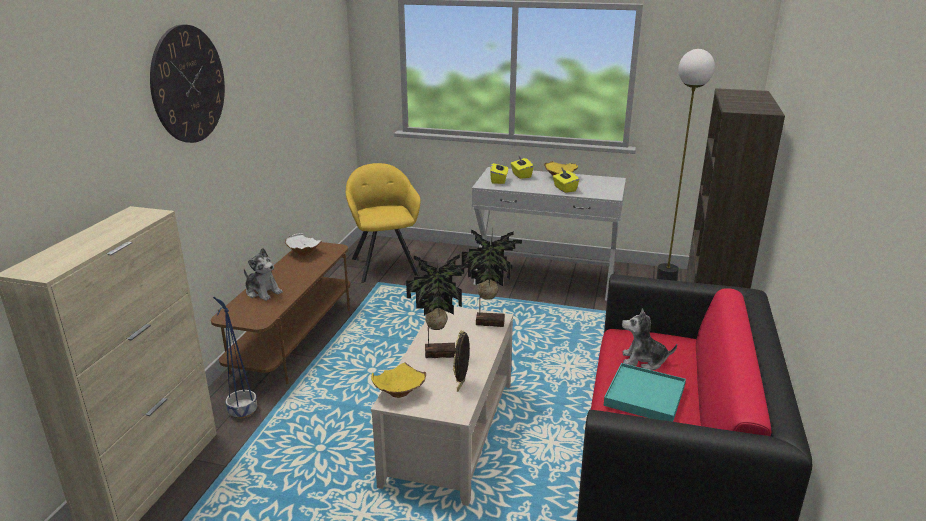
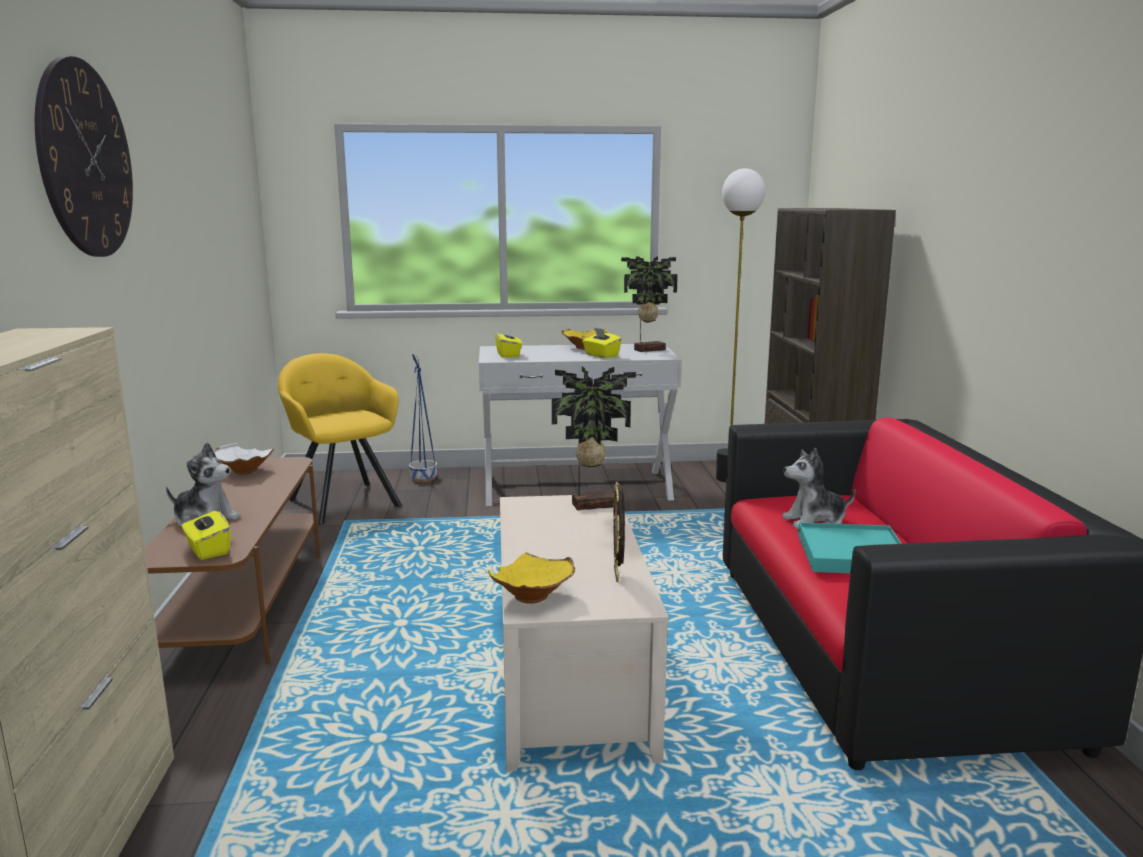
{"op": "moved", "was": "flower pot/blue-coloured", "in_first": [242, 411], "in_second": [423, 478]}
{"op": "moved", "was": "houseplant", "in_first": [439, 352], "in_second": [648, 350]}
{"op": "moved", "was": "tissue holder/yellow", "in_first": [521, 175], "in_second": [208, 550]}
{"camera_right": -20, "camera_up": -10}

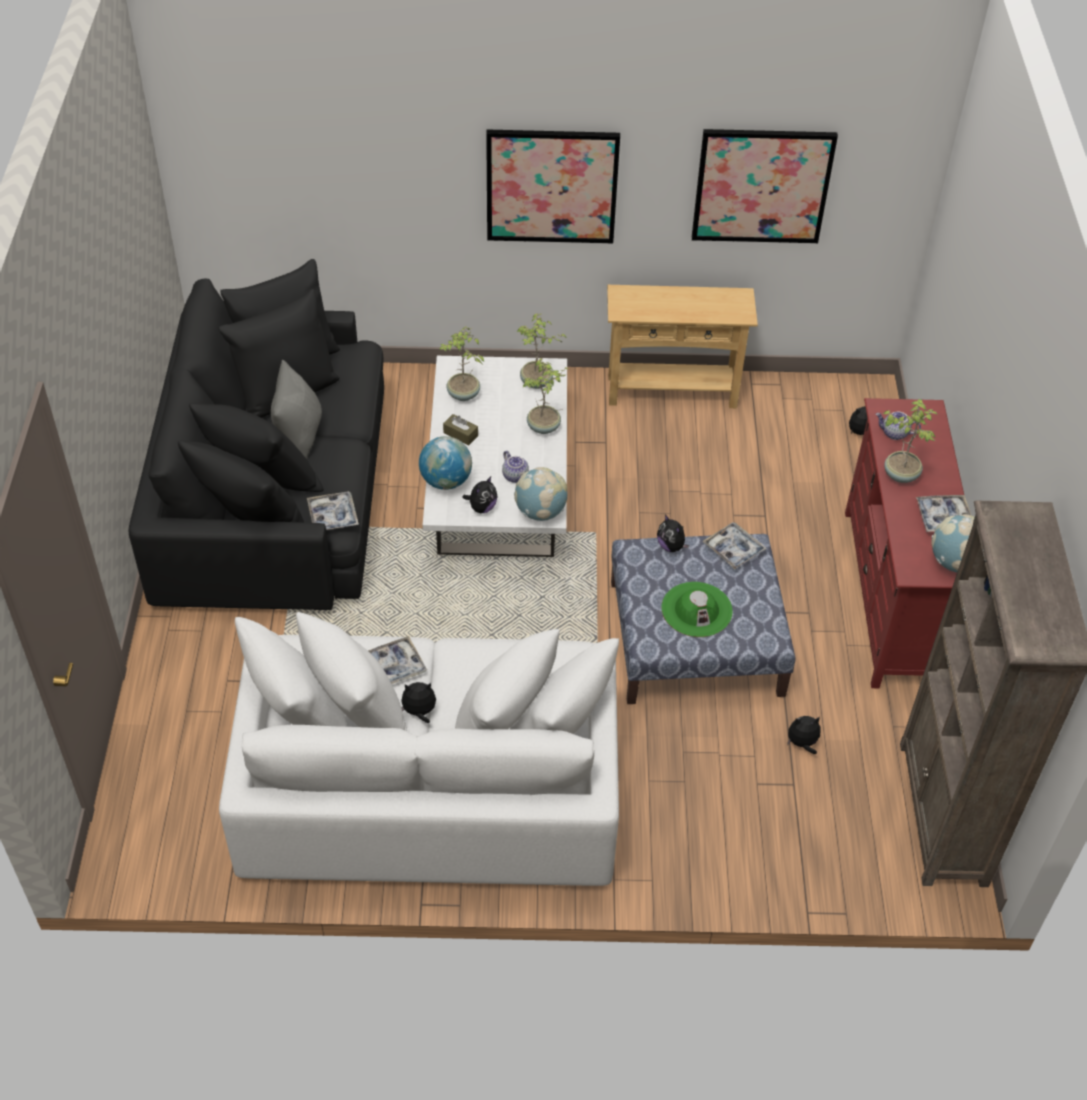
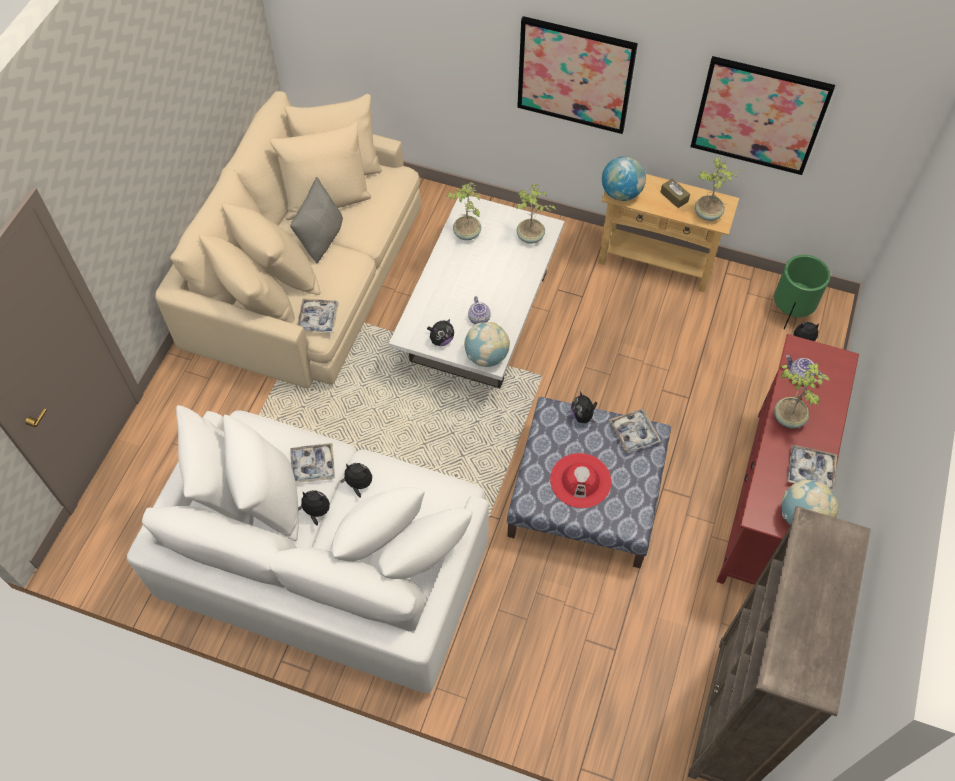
{"op": "added", "now": "flower pot/green-coloured", "in_second": [790, 311]}
{"op": "moved", "was": "globe", "in_first": [446, 481], "in_second": [621, 193]}
{"op": "moved", "was": "tissue holder/brown", "in_first": [460, 434], "in_second": [674, 197]}
{"op": "moved", "was": "houseplant", "in_first": [544, 427], "in_second": [708, 214]}
{"op": "moved", "was": "cuddly toy", "in_first": [802, 743], "in_second": [358, 484]}
{"op": "recoloured", "was": "couch/black", "now": "couch/beige", "in_first": [273, 493], "in_second": [305, 274]}
{"op": "recoloured", "was": "wearable hat/green-coloured", "now": "wearable hat/red", "in_first": [696, 610], "in_second": [580, 480]}
{"camera_right": 20, "camera_up": 10}

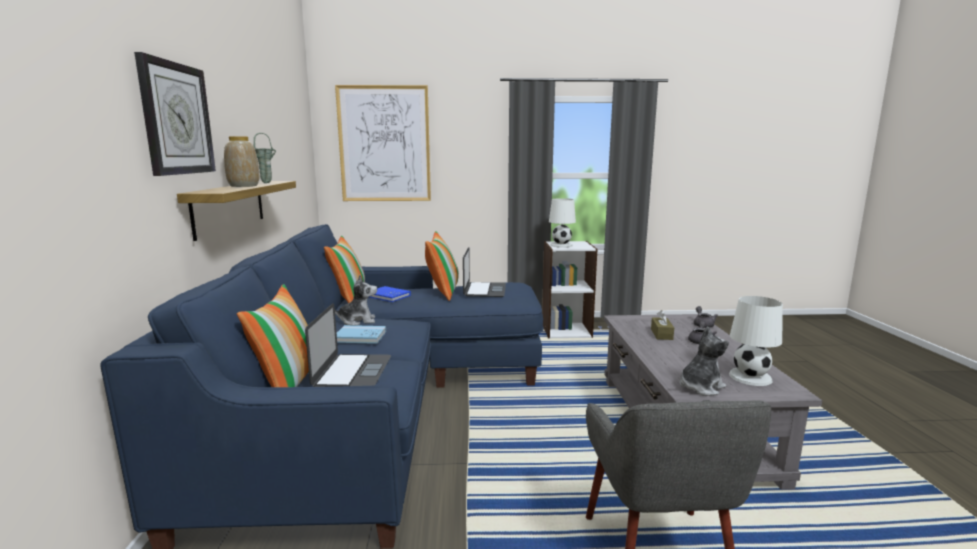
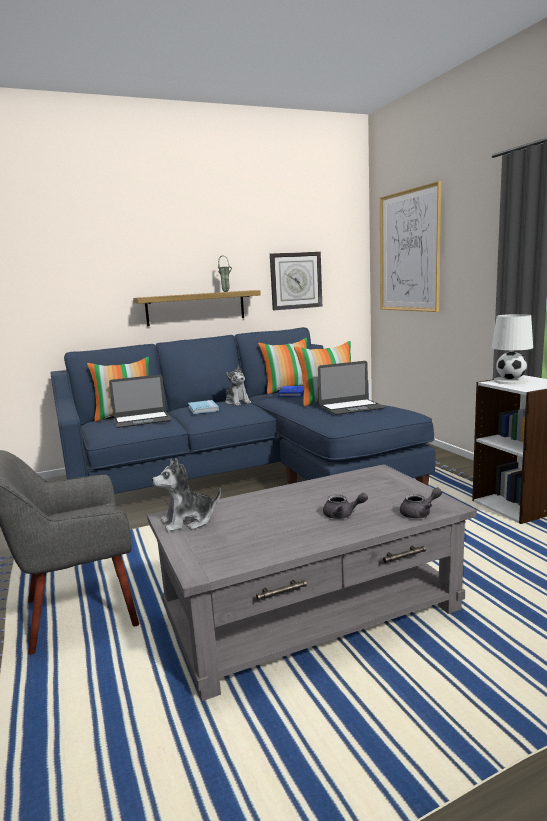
{"op": "removed", "was": "vase", "in_first": [244, 186]}
{"op": "removed", "was": "tissue holder/brown", "in_first": [661, 334]}
{"op": "removed", "was": "lamp for a table/white-coloured", "in_first": [750, 377]}
{"op": "moved", "was": "hanging clock", "in_first": [176, 119], "in_second": [296, 280]}
{"op": "turned", "was": "cuddly toy", "in_first": [700, 387], "in_second": [188, 521], "clockwise": 120}
{"camera_right": 70, "camera_up": 0}

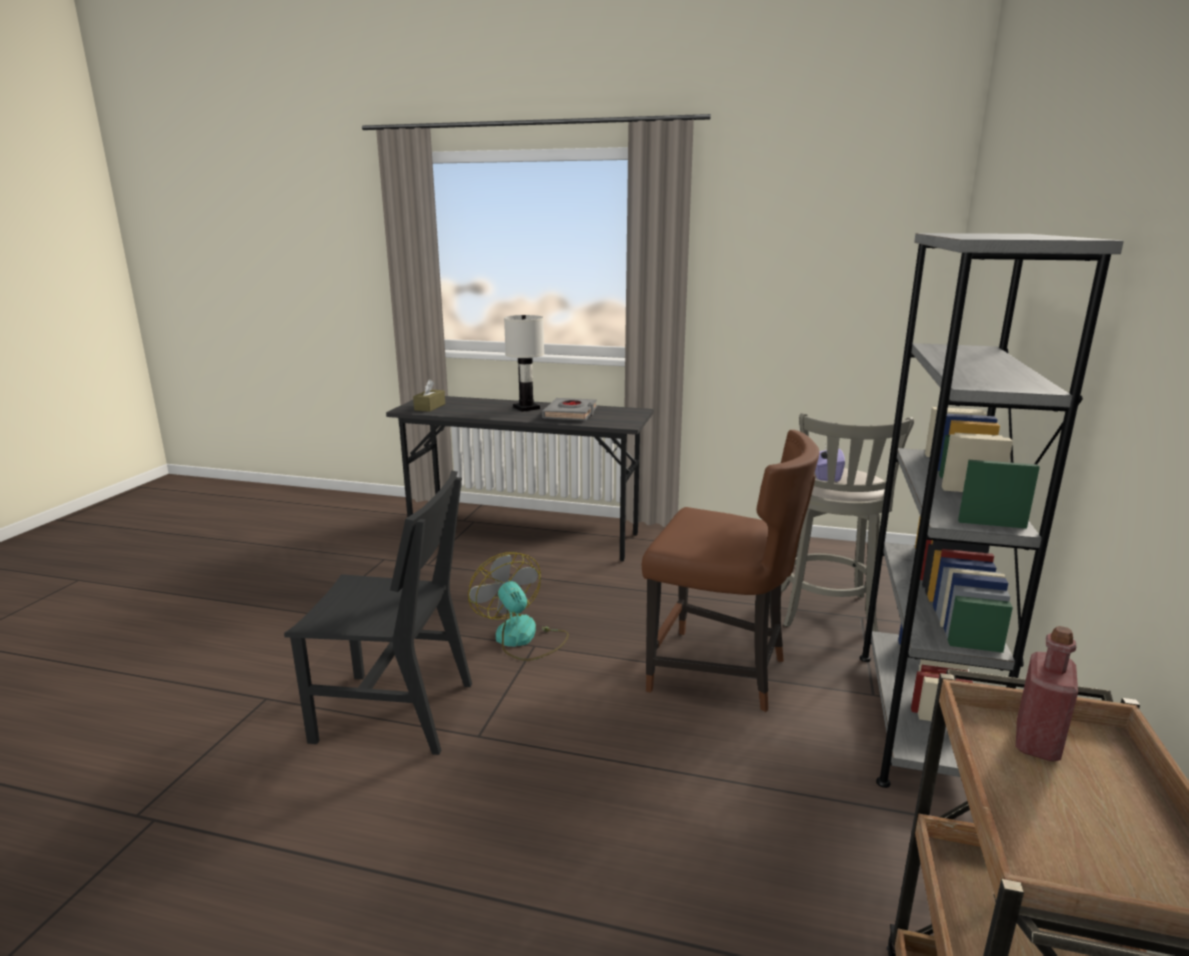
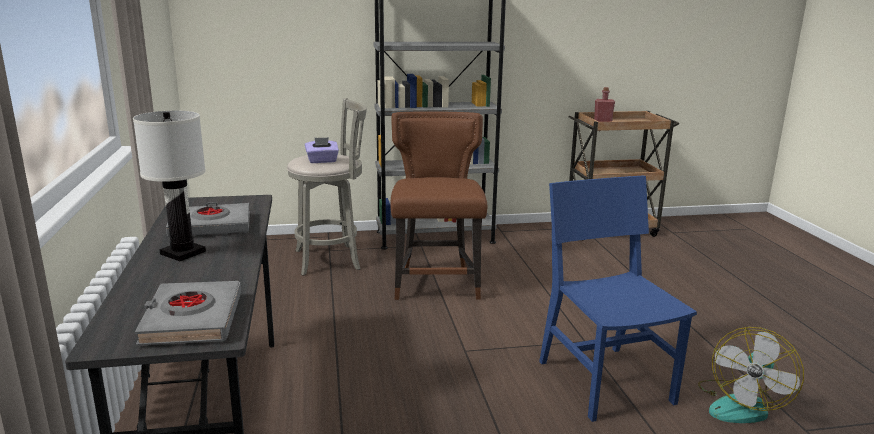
{"op": "moved", "was": "cooling fan", "in_first": [522, 639], "in_second": [741, 404]}
{"op": "replaced", "was": "tissue holder/brown", "now": "book/greyish", "in_first": [430, 407], "in_second": [192, 320]}
{"op": "recoloured", "was": "plain chair/black", "now": "plain chair/blue-coloured", "in_first": [394, 712], "in_second": [605, 381]}
{"camera_right": -115, "camera_up": 0}

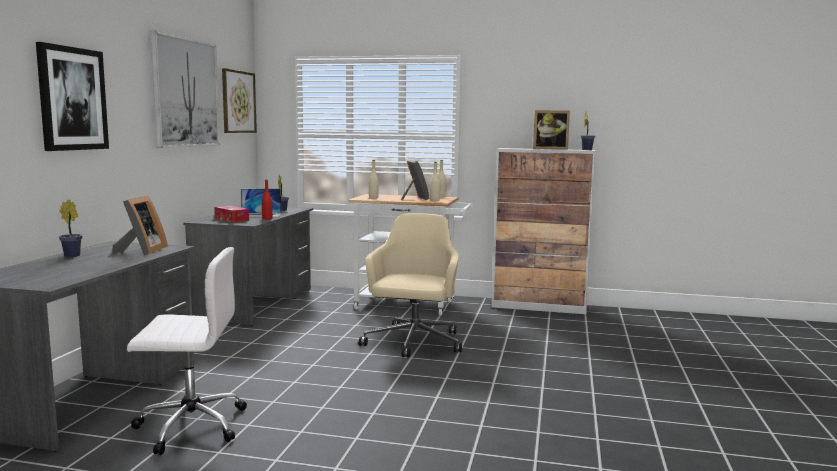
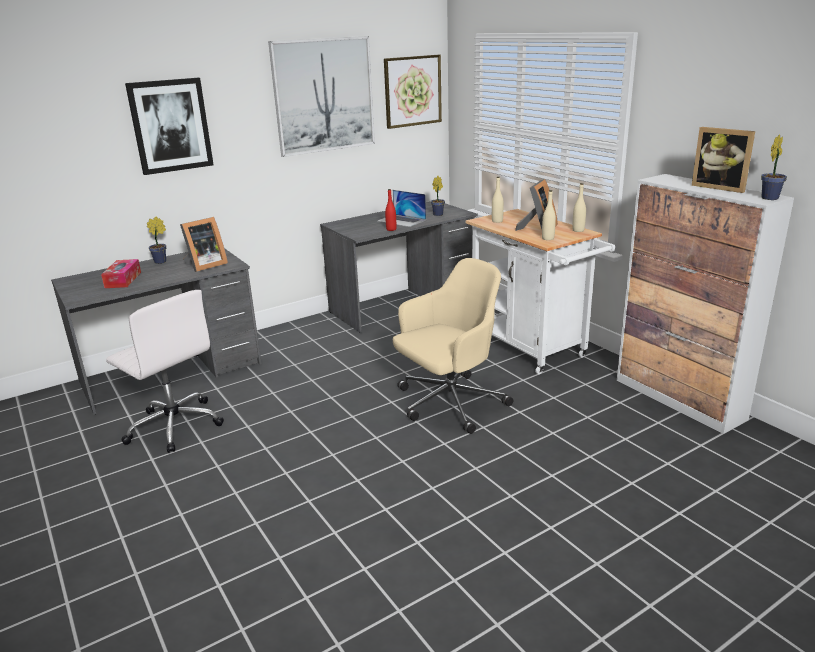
{"op": "moved", "was": "tissue holder", "in_first": [231, 219], "in_second": [123, 280]}
{"camera_right": 45, "camera_up": 15}

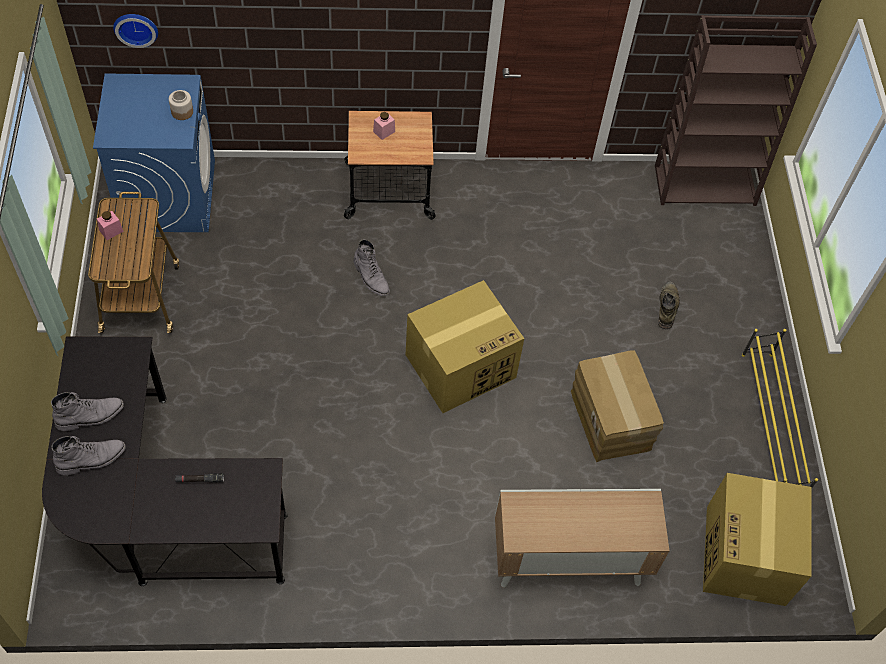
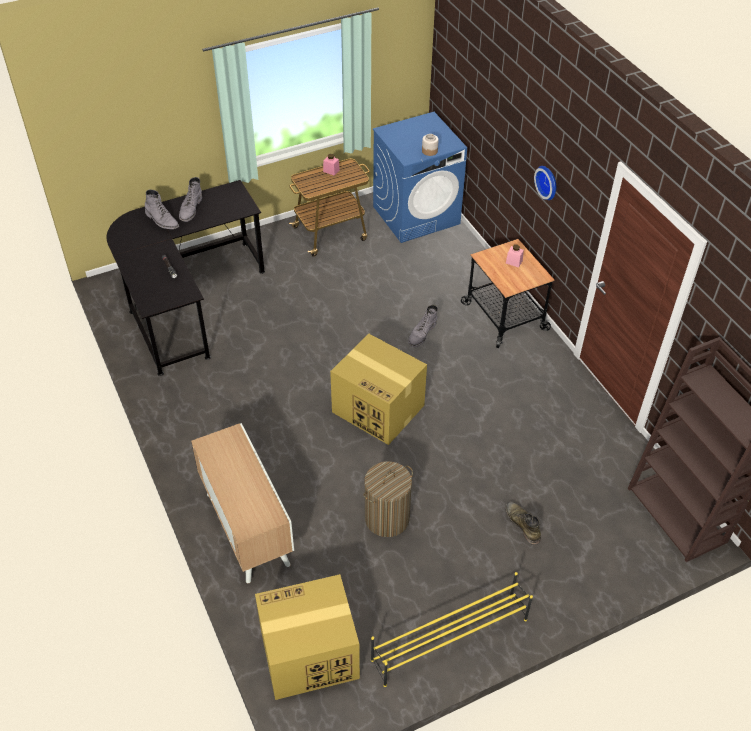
{"op": "moved", "was": "hanging clock", "in_first": [136, 27], "in_second": [548, 182]}
{"op": "replaced", "was": "carton", "now": "washing basket", "in_first": [611, 419], "in_second": [387, 518]}
{"op": "turned", "was": "boot/greyish", "in_first": [90, 416], "in_second": [190, 209], "clockwise": 60}
{"op": "turned", "was": "boot/green-coloured", "in_first": [667, 307], "in_second": [522, 524], "clockwise": -105}
{"camera_right": 70, "camera_up": -10}

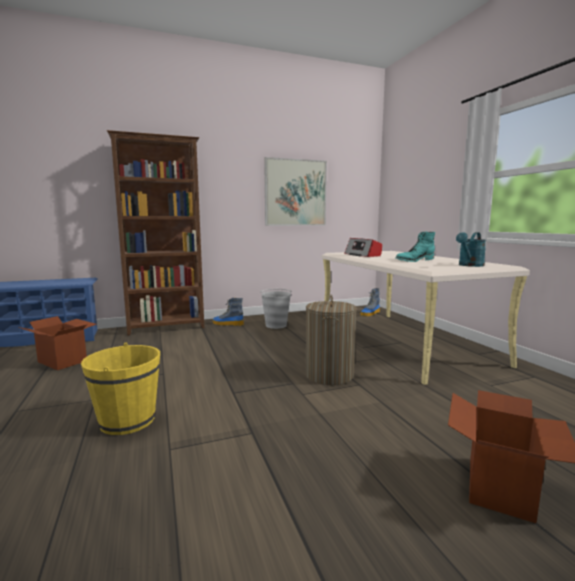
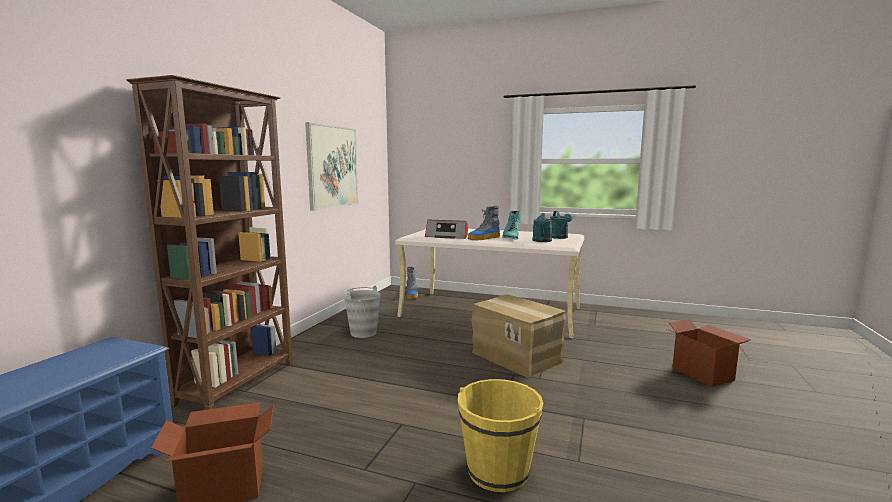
{"op": "added", "now": "sprinkling can/blue-green", "in_second": [542, 241]}
{"op": "moved", "was": "boot", "in_first": [227, 324], "in_second": [484, 238]}
{"op": "replaced", "was": "washing basket", "now": "carton", "in_first": [329, 375], "in_second": [517, 357]}
{"camera_right": -50, "camera_up": 0}

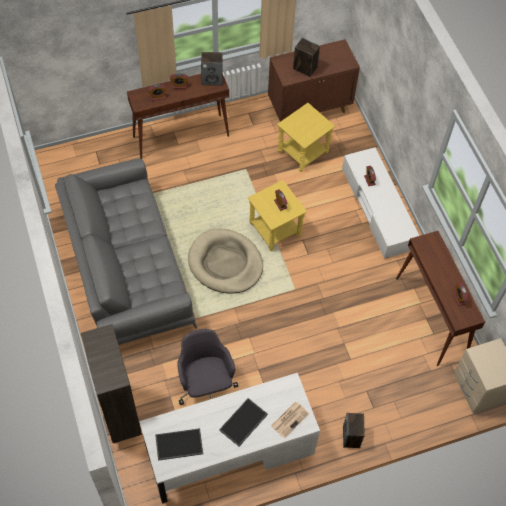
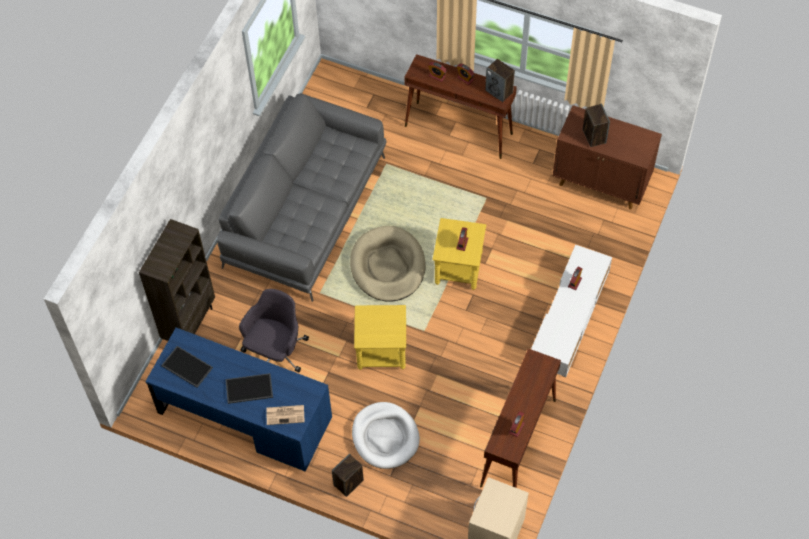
{"op": "added", "now": "dog cushion/white-coloured", "in_second": [385, 437]}
{"op": "moved", "was": "end table/yellow", "in_first": [303, 152], "in_second": [381, 352]}
{"op": "recoloured", "was": "desk table/white-coloured", "now": "desk table/blue-coloured", "in_first": [229, 450], "in_second": [244, 415]}
{"camera_right": 45, "camera_up": 0}

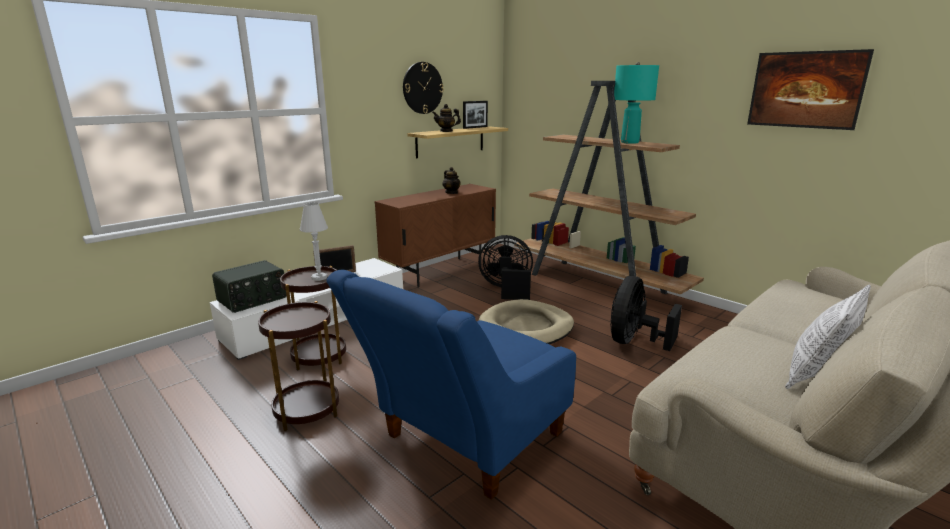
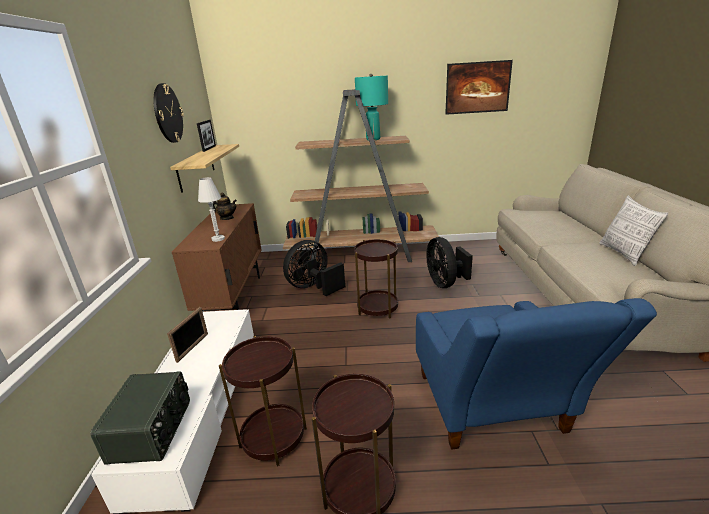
{"op": "removed", "was": "teapot", "in_first": [446, 131]}
{"op": "moved", "was": "lamp for a table/white-coloured", "in_first": [319, 277], "in_second": [218, 239]}
{"op": "replaced", "was": "dog cushion/beige", "now": "end table/brown", "in_first": [526, 327], "in_second": [377, 308]}
{"camera_right": -45, "camera_up": 5}

